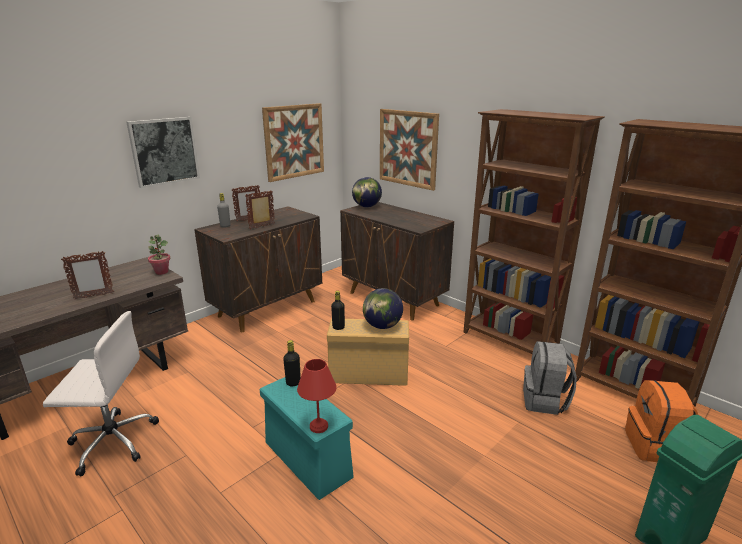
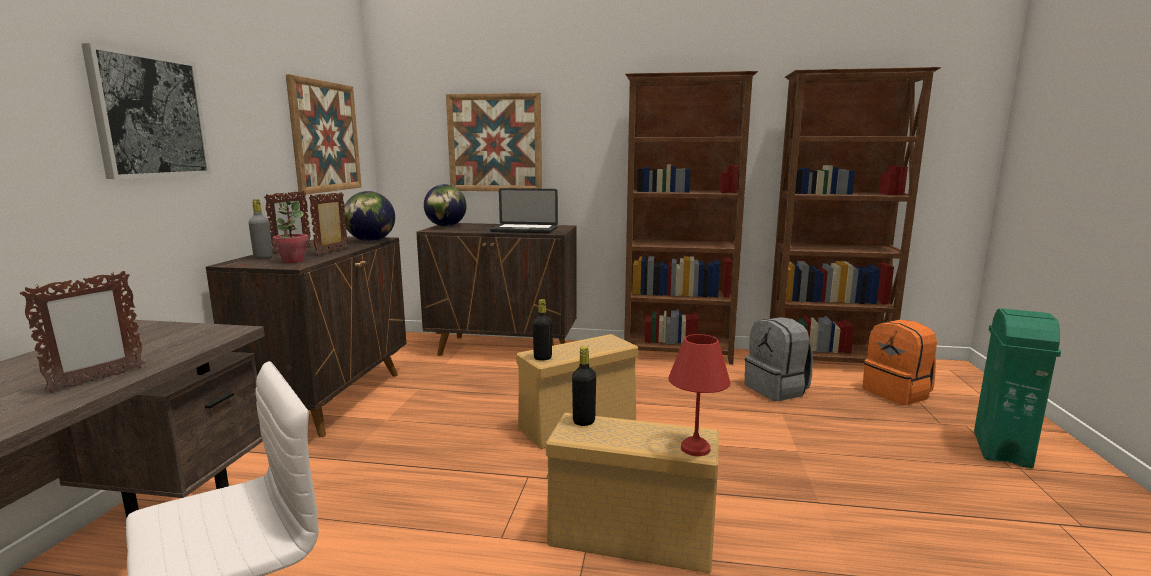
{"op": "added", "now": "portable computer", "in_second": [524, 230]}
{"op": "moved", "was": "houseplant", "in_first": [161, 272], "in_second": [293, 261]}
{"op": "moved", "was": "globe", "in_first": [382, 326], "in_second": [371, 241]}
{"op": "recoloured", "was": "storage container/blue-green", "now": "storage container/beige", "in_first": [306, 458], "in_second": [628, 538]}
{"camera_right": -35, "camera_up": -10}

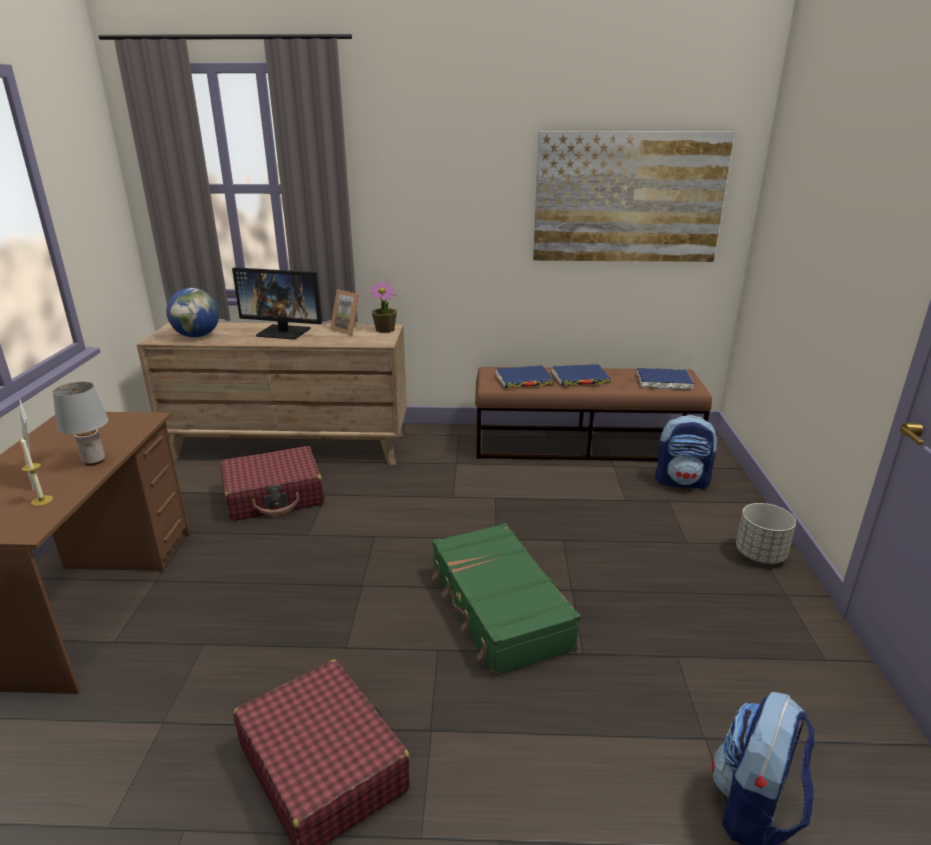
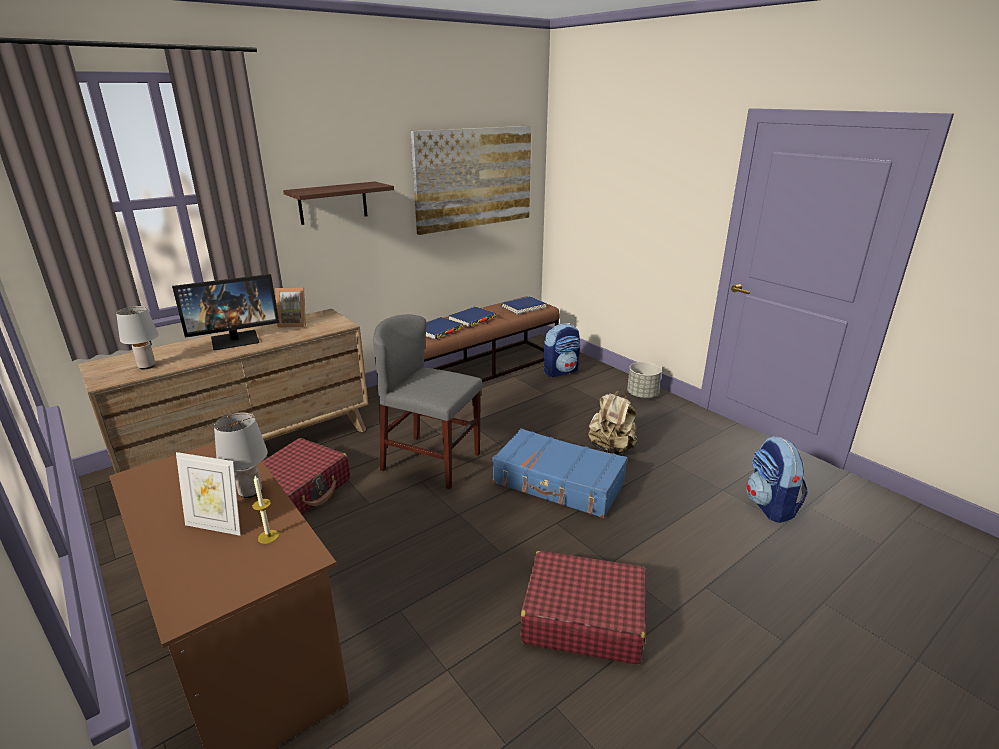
{"op": "removed", "was": "houseplant", "in_first": [385, 330]}
{"op": "added", "now": "bracket shelf", "in_second": [333, 203]}
{"op": "added", "now": "plain chair/greyish", "in_second": [431, 462]}
{"op": "added", "now": "knapsack/beige", "in_second": [611, 449]}
{"op": "replaced", "was": "globe", "now": "lamp for a table/greyish", "in_first": [197, 336], "in_second": [147, 366]}
{"op": "recoloured", "was": "travel case/green-coloured", "now": "travel case/blue-coloured", "in_first": [498, 609], "in_second": [558, 484]}
{"camera_right": -40, "camera_up": 0}

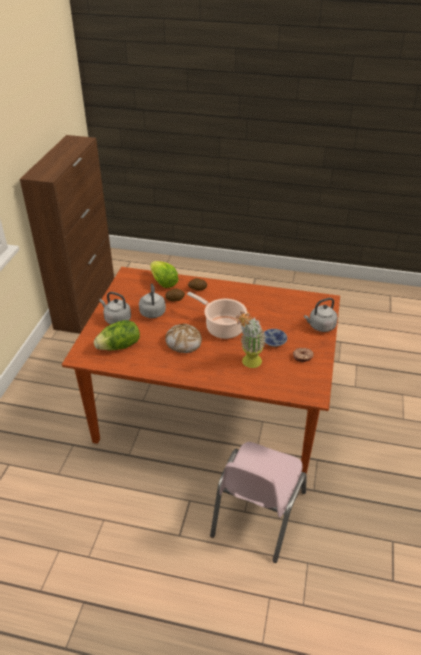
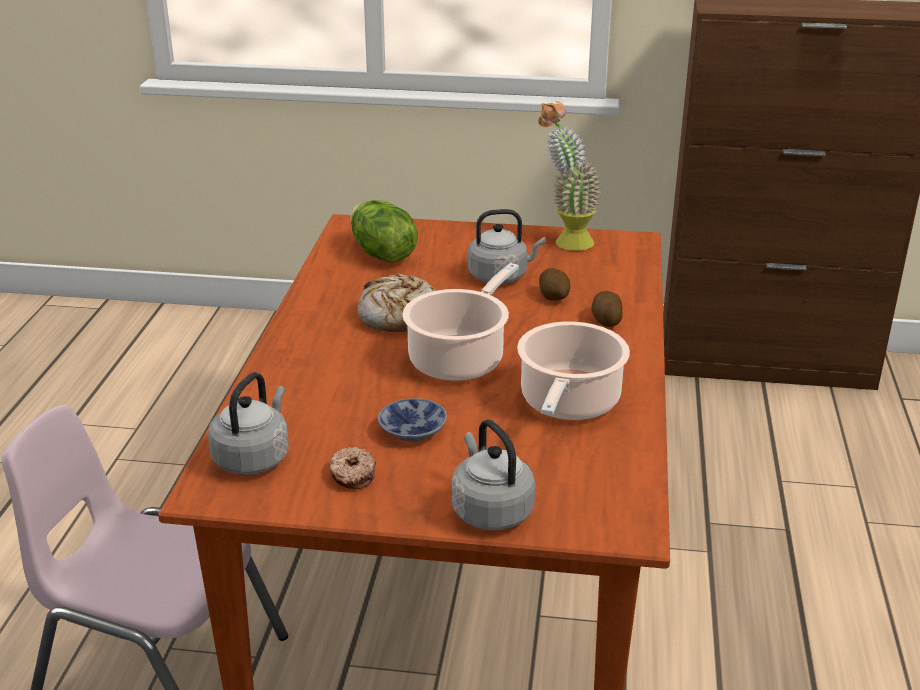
{"op": "removed", "was": "lettuce", "in_first": [163, 282]}
{"op": "added", "now": "cooking pot", "in_second": [568, 403]}
{"op": "moved", "was": "kettle/greyish", "in_first": [116, 319], "in_second": [253, 457]}
{"op": "moved", "was": "houseplant", "in_first": [248, 364], "in_second": [565, 240]}
{"camera_right": 85, "camera_up": -10}

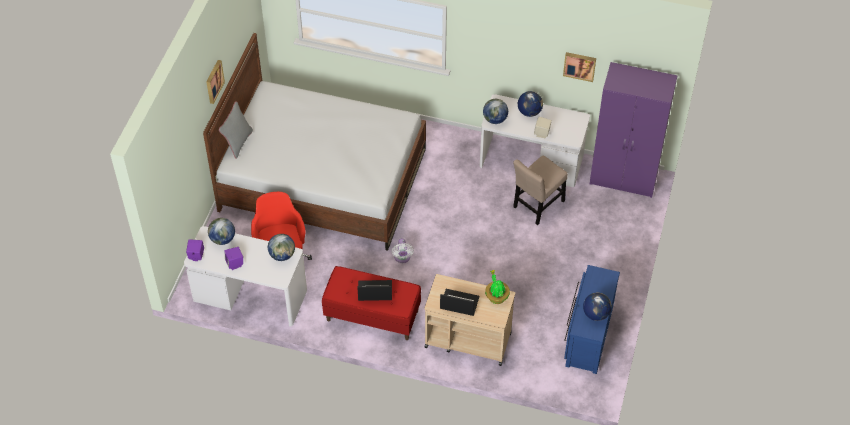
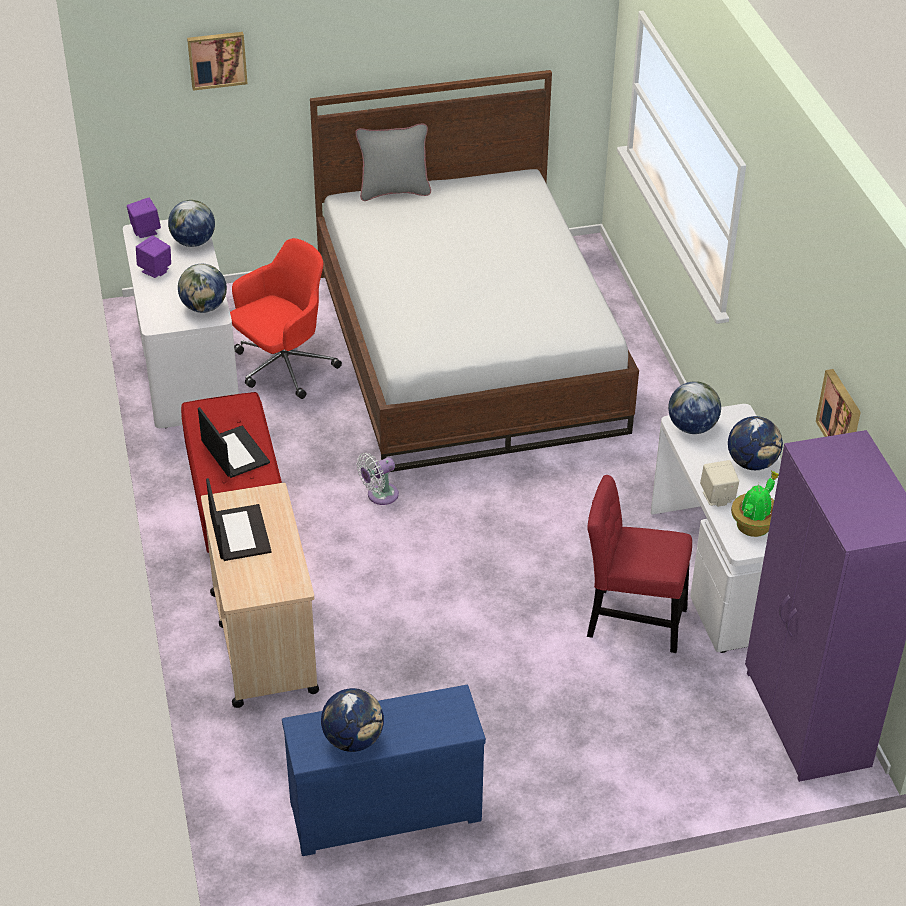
{"op": "moved", "was": "wall picture", "in_first": [213, 81], "in_second": [217, 59]}
{"op": "moved", "was": "houseplant", "in_first": [496, 296], "in_second": [754, 525]}
{"op": "recoloured", "was": "plain chair/beige", "now": "plain chair/red", "in_first": [537, 206], "in_second": [631, 620]}
{"camera_right": 60, "camera_up": -10}

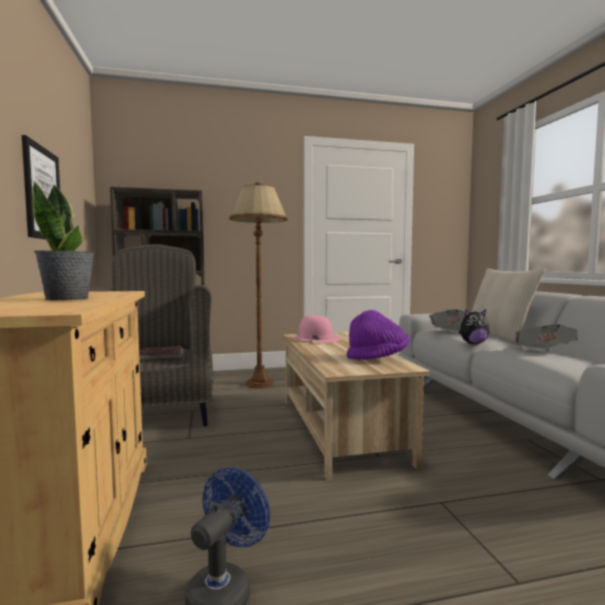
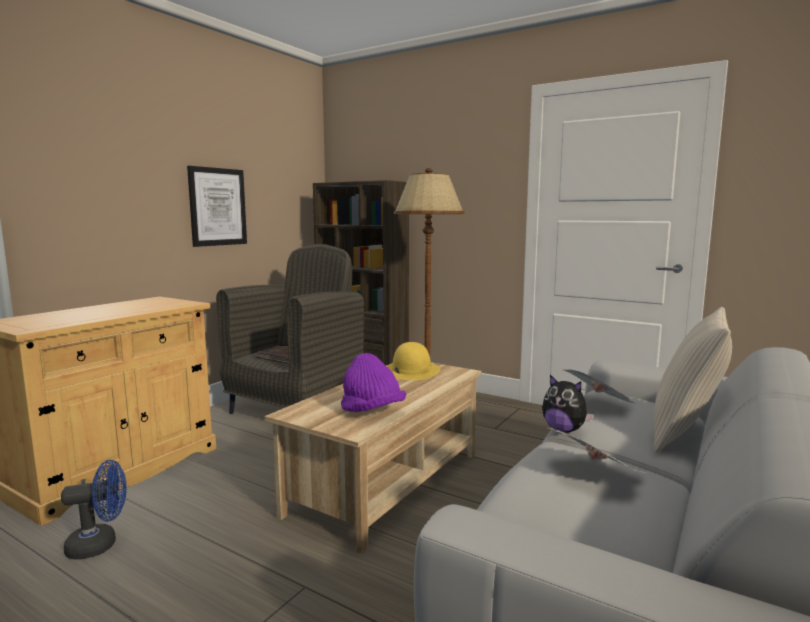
{"op": "removed", "was": "houseplant", "in_first": [68, 299]}
{"op": "recoloured", "was": "wearable hat/pink", "now": "wearable hat/yellow", "in_first": [315, 338], "in_second": [411, 371]}
{"camera_right": 45, "camera_up": 5}

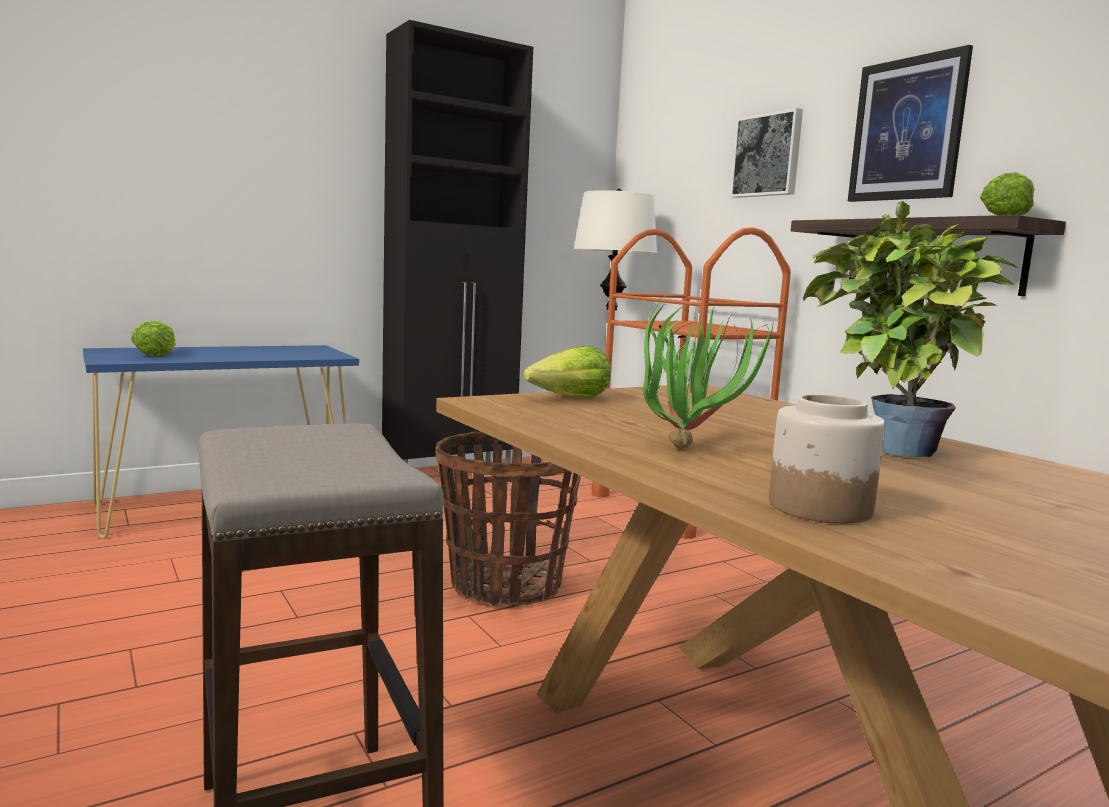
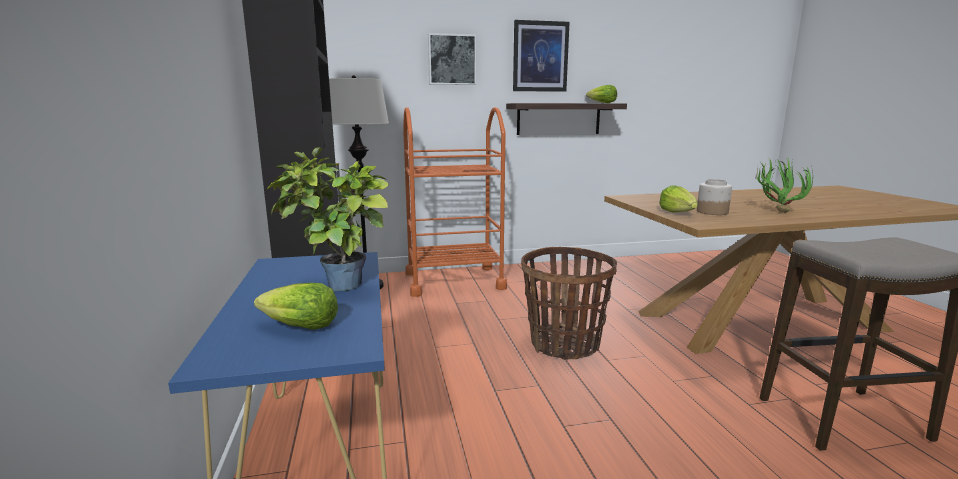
{"op": "moved", "was": "preserve jar", "in_first": [818, 507], "in_second": [712, 212]}
{"op": "moved", "was": "houseplant", "in_first": [886, 450], "in_second": [336, 288]}
{"camera_right": -70, "camera_up": 5}

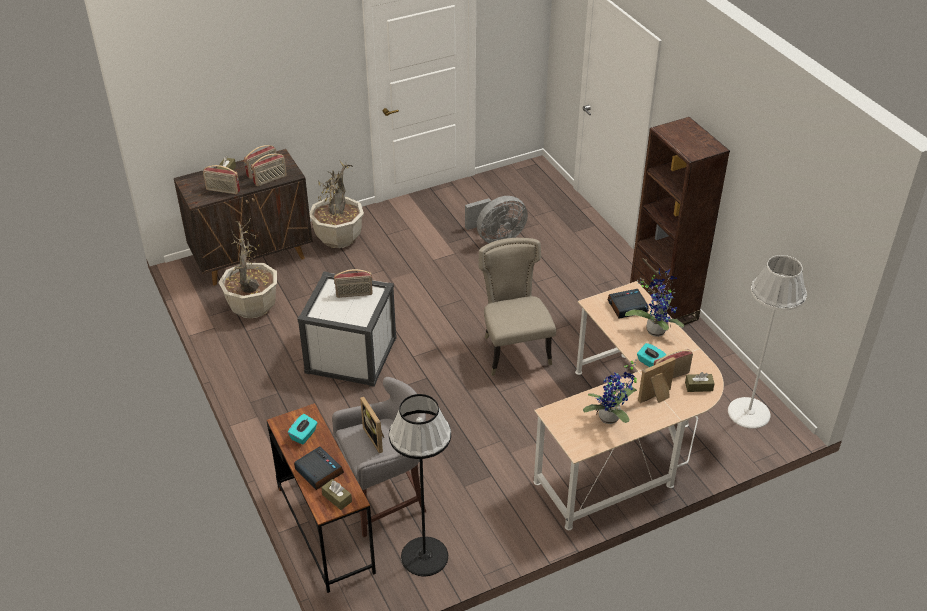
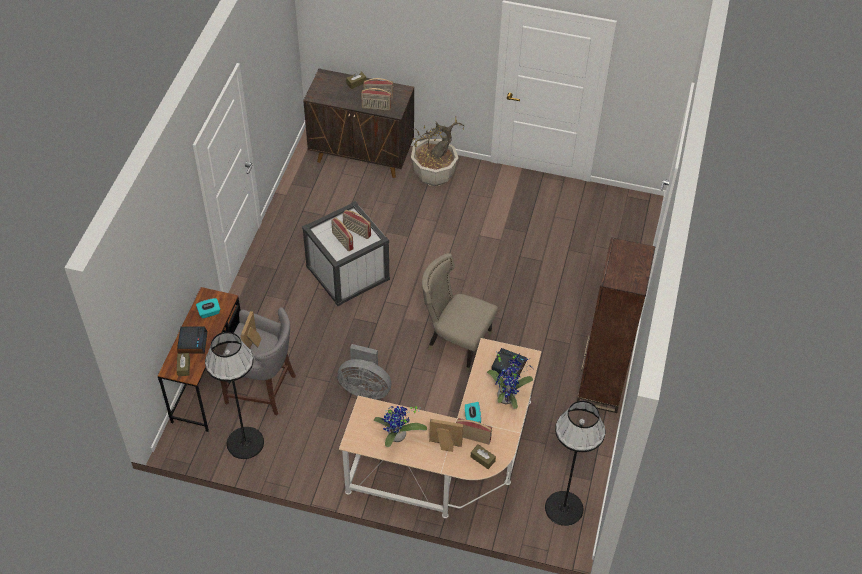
{"op": "removed", "was": "houseplant", "in_first": [252, 307]}
{"op": "moved", "was": "radio receiver", "in_first": [223, 190], "in_second": [342, 241]}
{"op": "moved", "was": "cooling fan/greyish", "in_first": [496, 238], "in_second": [365, 388]}
{"op": "recoloured", "was": "standard lamp/white-coloured", "now": "standard lamp/black", "in_first": [748, 413], "in_second": [563, 508]}
{"op": "turned", "was": "plain chair/beige", "in_first": [513, 350], "in_second": [456, 343], "clockwise": -90}
{"camera_right": 40, "camera_up": 10}

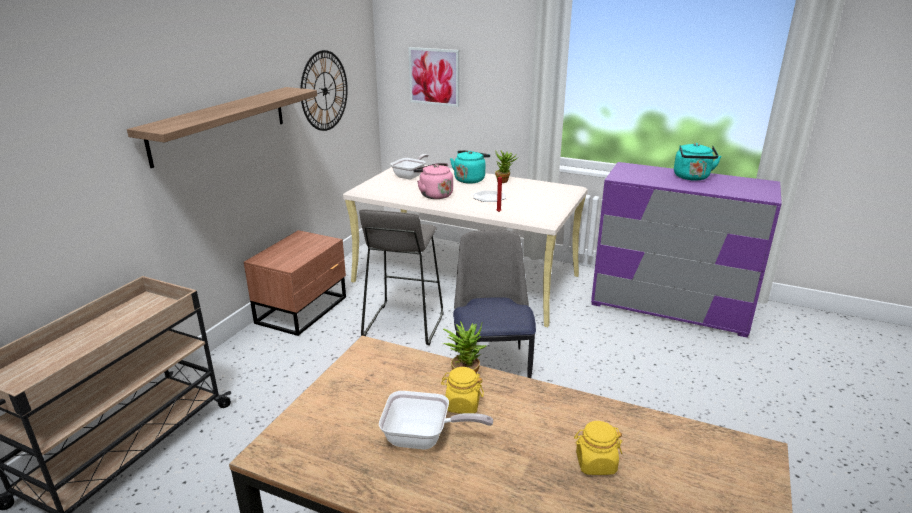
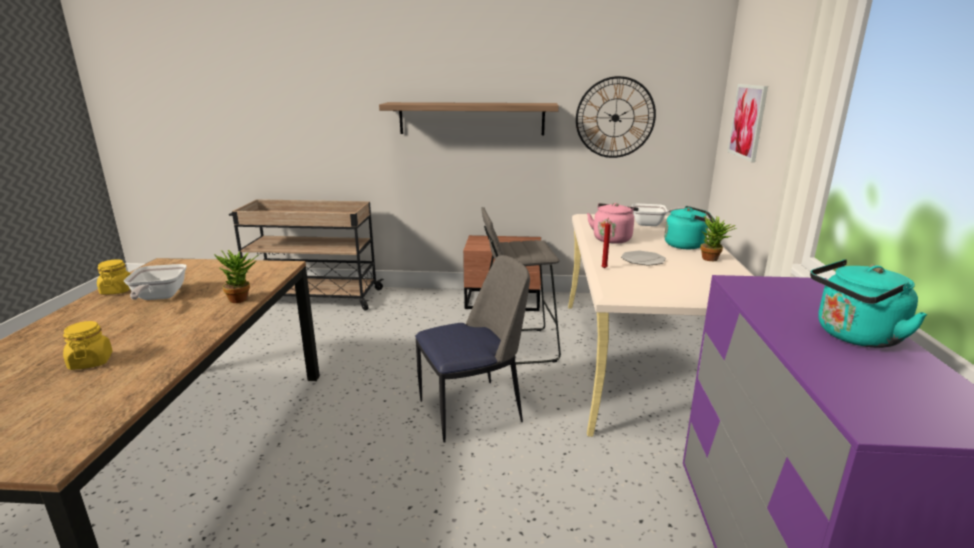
{"op": "moved", "was": "preserve jar/yellow", "in_first": [462, 405], "in_second": [117, 290]}
{"camera_right": 70, "camera_up": -5}

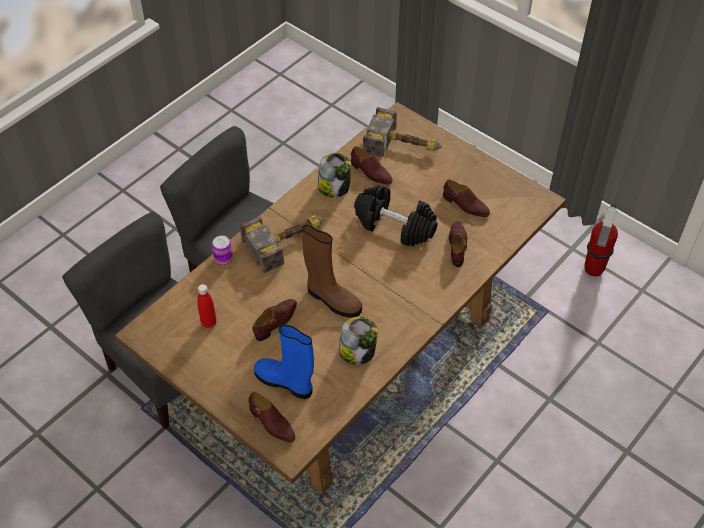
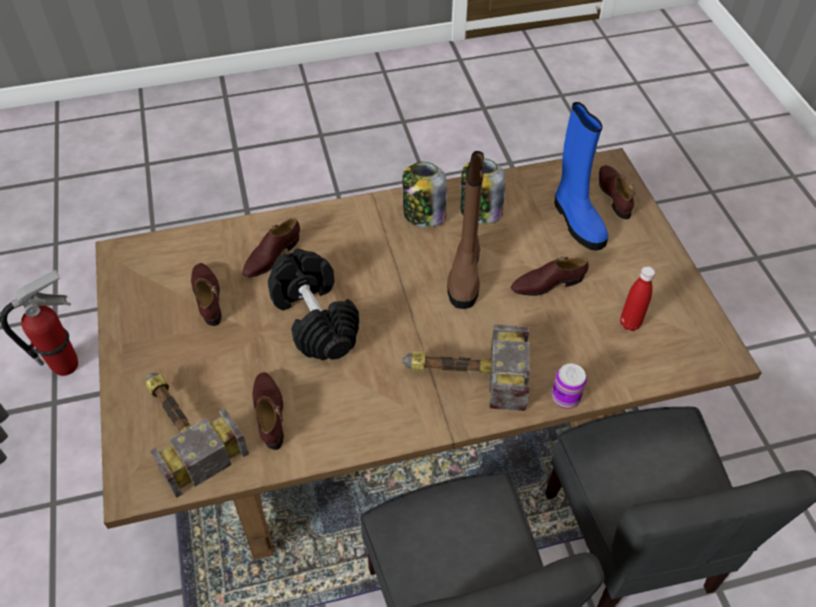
{"op": "moved", "was": "preserve jar", "in_first": [334, 187], "in_second": [423, 214]}
{"op": "turned", "was": "boot/brown", "in_first": [332, 299], "in_second": [465, 274], "clockwise": -150}
{"camera_right": -145, "camera_up": 0}

